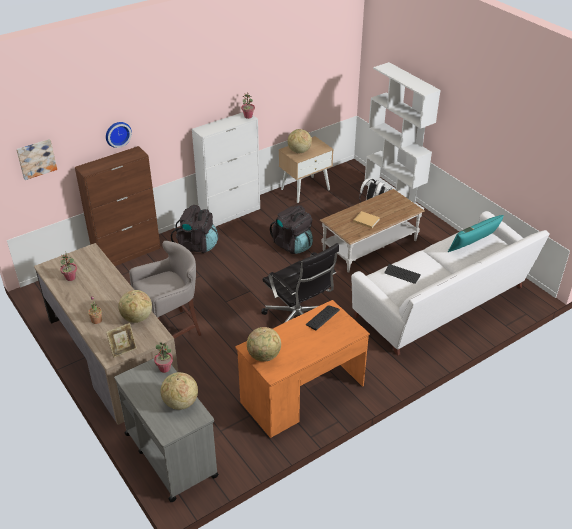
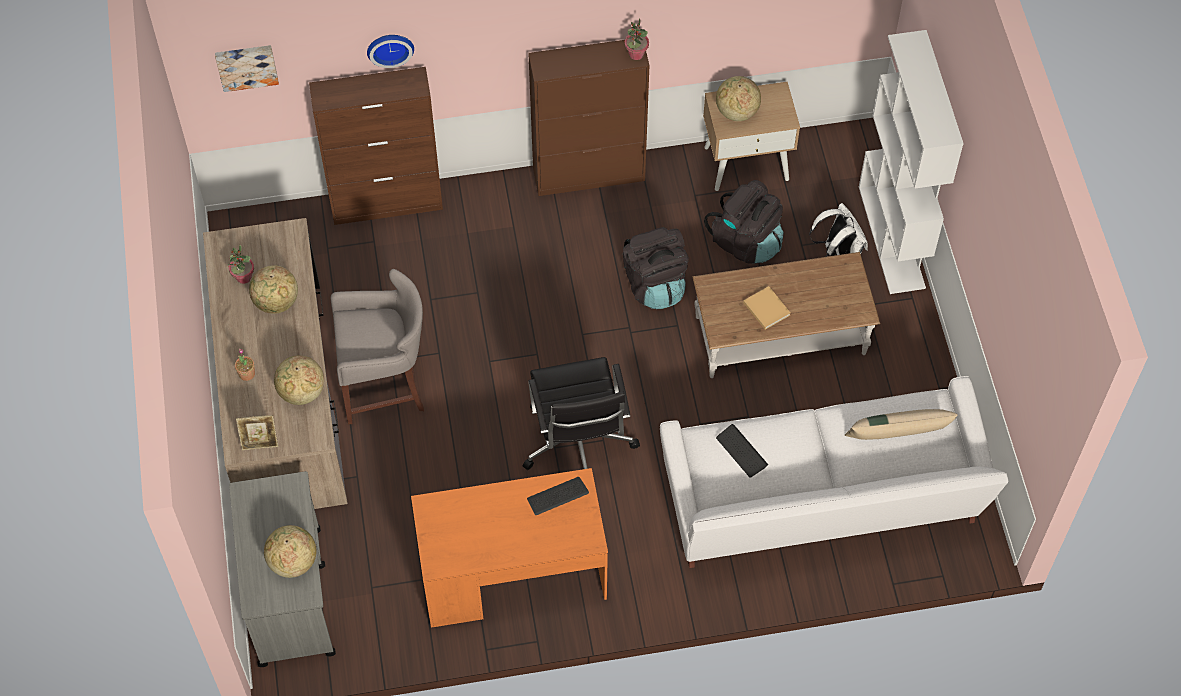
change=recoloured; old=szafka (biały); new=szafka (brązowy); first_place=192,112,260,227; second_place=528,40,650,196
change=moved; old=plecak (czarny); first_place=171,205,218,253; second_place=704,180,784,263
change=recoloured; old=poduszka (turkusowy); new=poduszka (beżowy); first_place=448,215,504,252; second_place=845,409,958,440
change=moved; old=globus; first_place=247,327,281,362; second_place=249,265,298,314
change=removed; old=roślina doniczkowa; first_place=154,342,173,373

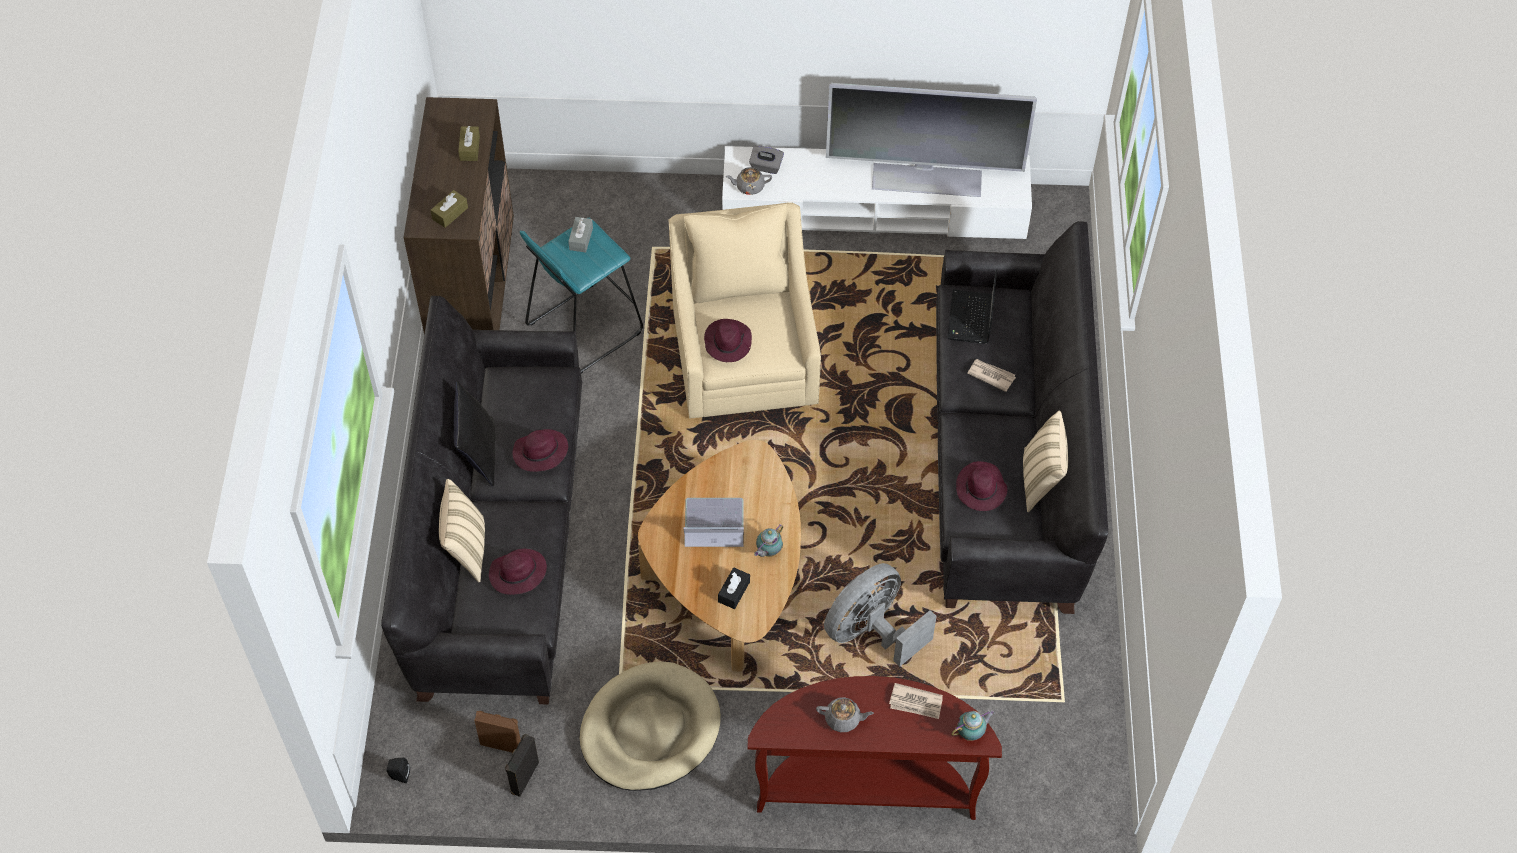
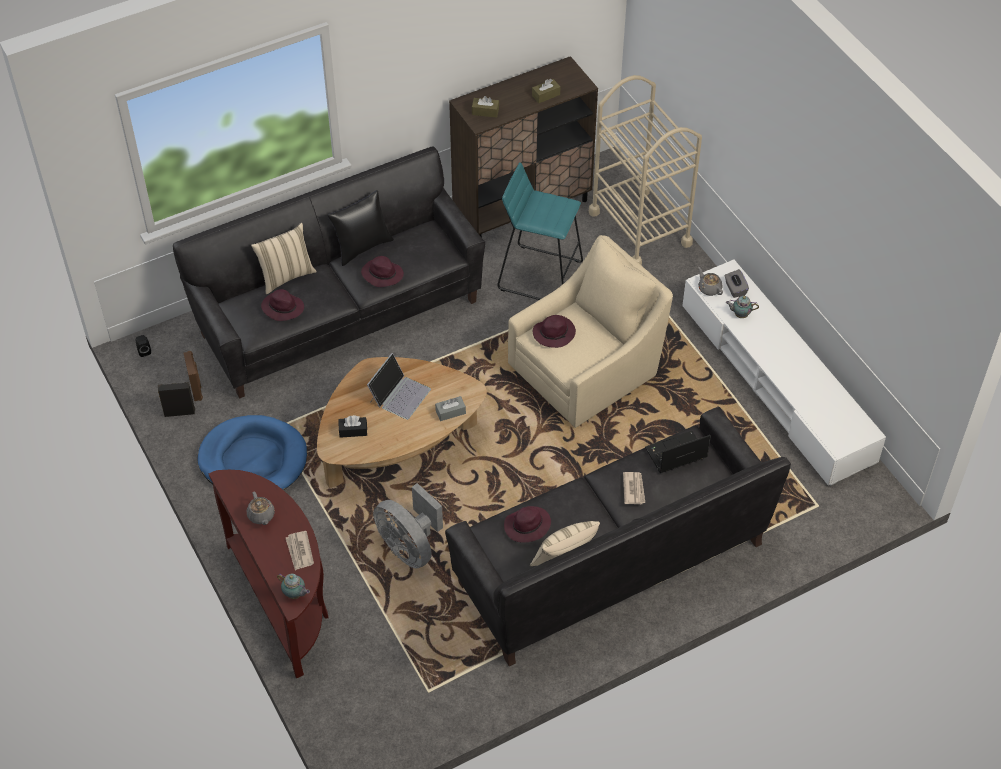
change=removed; old=telewizor; first_place=826,83,1037,197
change=moved; old=pudełko chusteczek (szary); first_place=568,217,593,252; second_place=435,396,466,421
change=turned; old=laptop; first_place=683,498,744,547; second_place=367,353,431,420; degrees=60
change=moved; old=imbryk; first_place=754,525,783,557; second_place=726,296,759,318
change=turned; old=wentylator (szary); first_place=824,563,937,667; second_place=373,483,443,569; degrees=-150
change=recoloured; old=legowisko (beżowy); new=legowisko (niebieski); first_place=580,661,721,791; second_place=197,415,307,490
change=added; new=wózek (beżowy); second_place=589,75,702,266

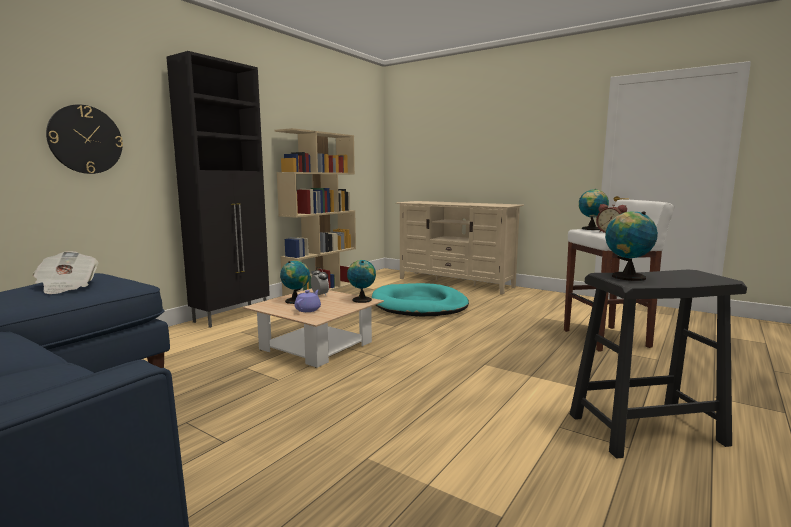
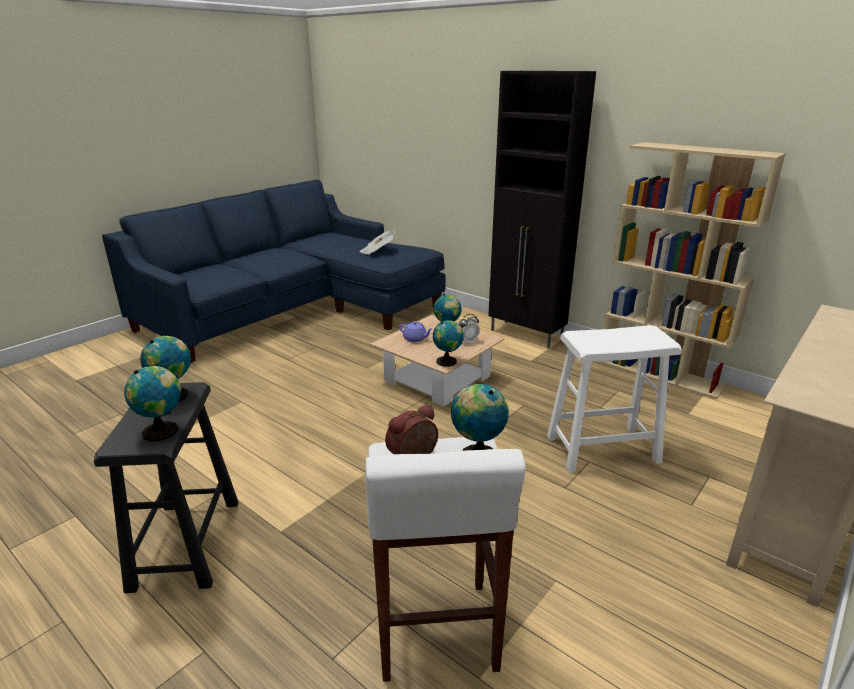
change=removed; old=zegar ścienny; first_place=46,104,123,174
change=replaced; old=legowisko (turkusowy); new=stołek (biały); first_place=372,283,469,316; second_place=547,325,682,473
change=added; new=globus; second_place=124,366,181,442

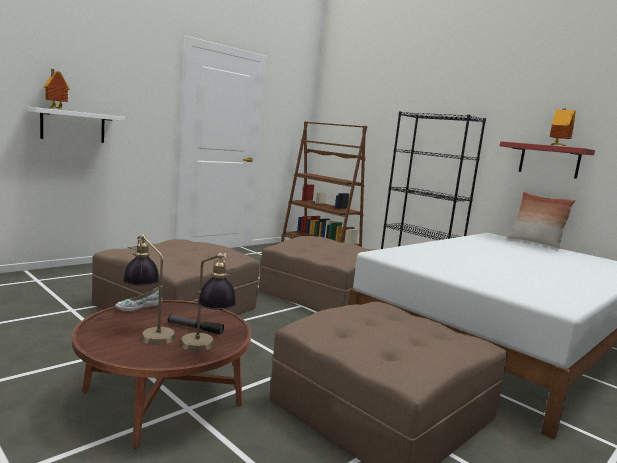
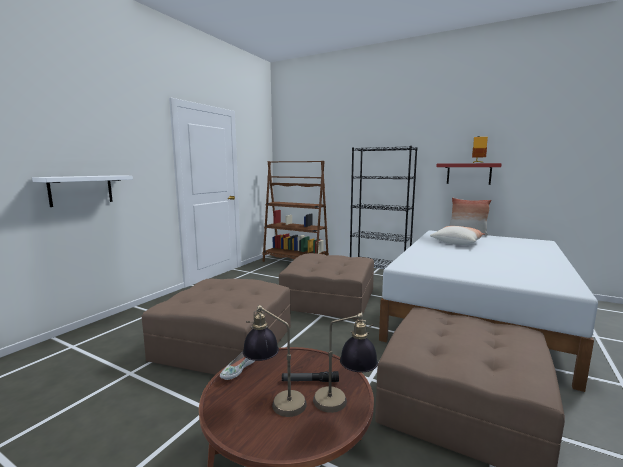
change=removed; old=domek; first_place=44,69,69,110
change=added; new=poduszka; second_place=430,226,485,245

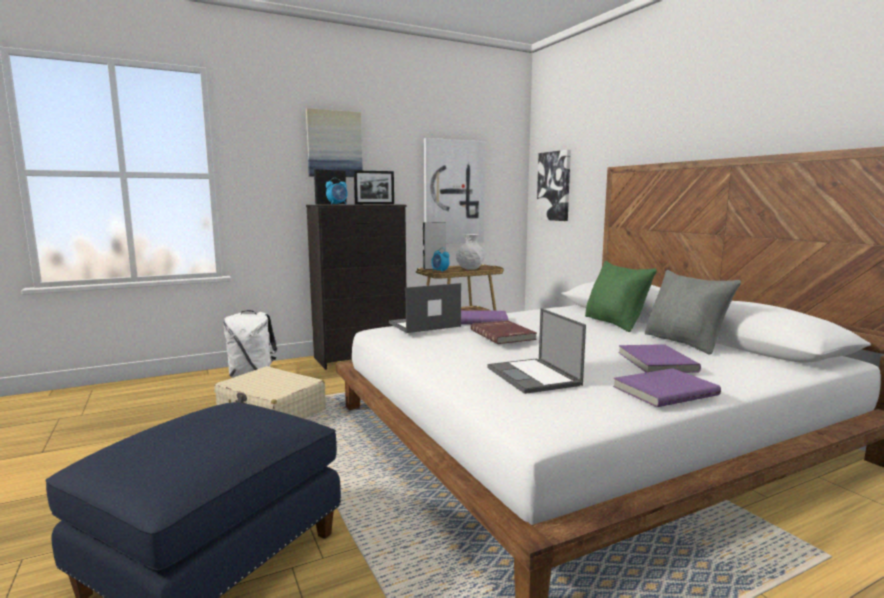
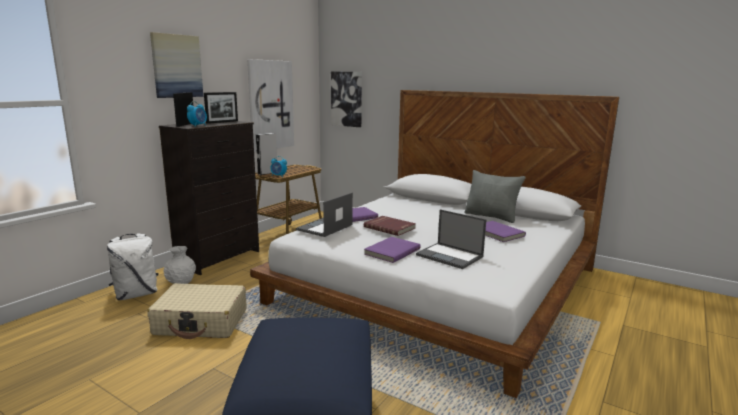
change=moved; old=wazon (biały); first_place=456,234,484,270; second_place=164,246,196,284
change=removed; old=poduszka (zielony); first_place=585,261,657,332
change=moved; old=książka (fioletowy); first_place=613,368,721,407; second_place=364,237,421,263

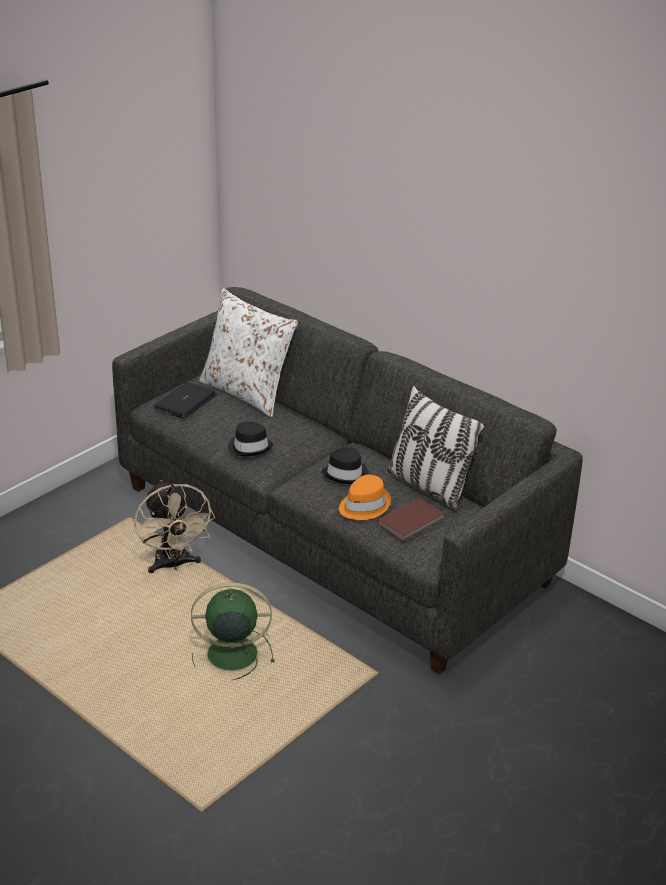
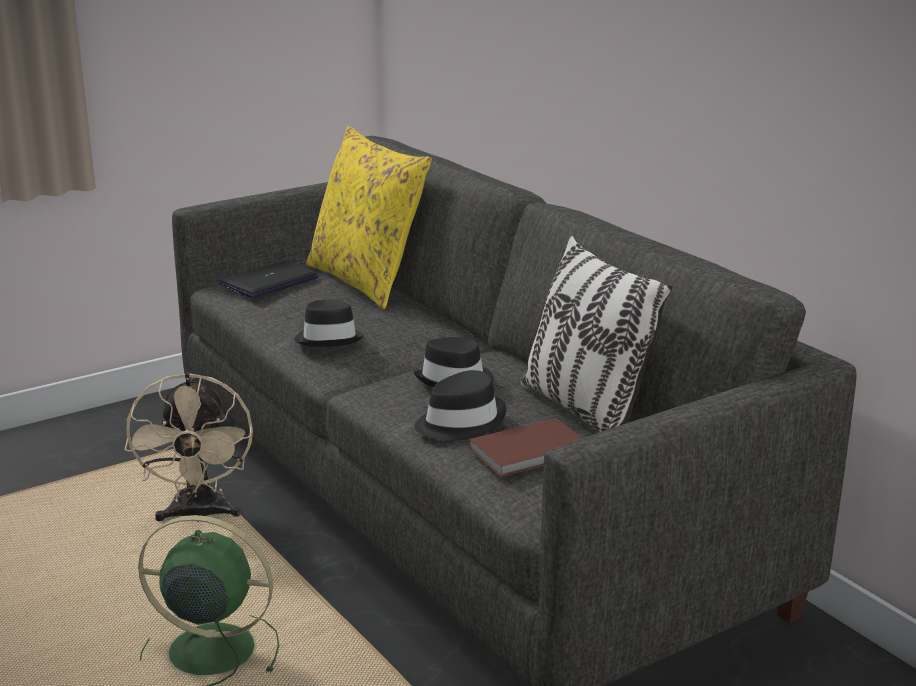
change=recoloured; old=poduszka (biały); new=poduszka (żółty); first_place=199,289,298,418; second_place=306,126,432,309
change=recoloured; old=kapelusz (pomarańczowy); new=kapelusz (czarny); first_place=339,475,391,520; second_place=414,370,506,441

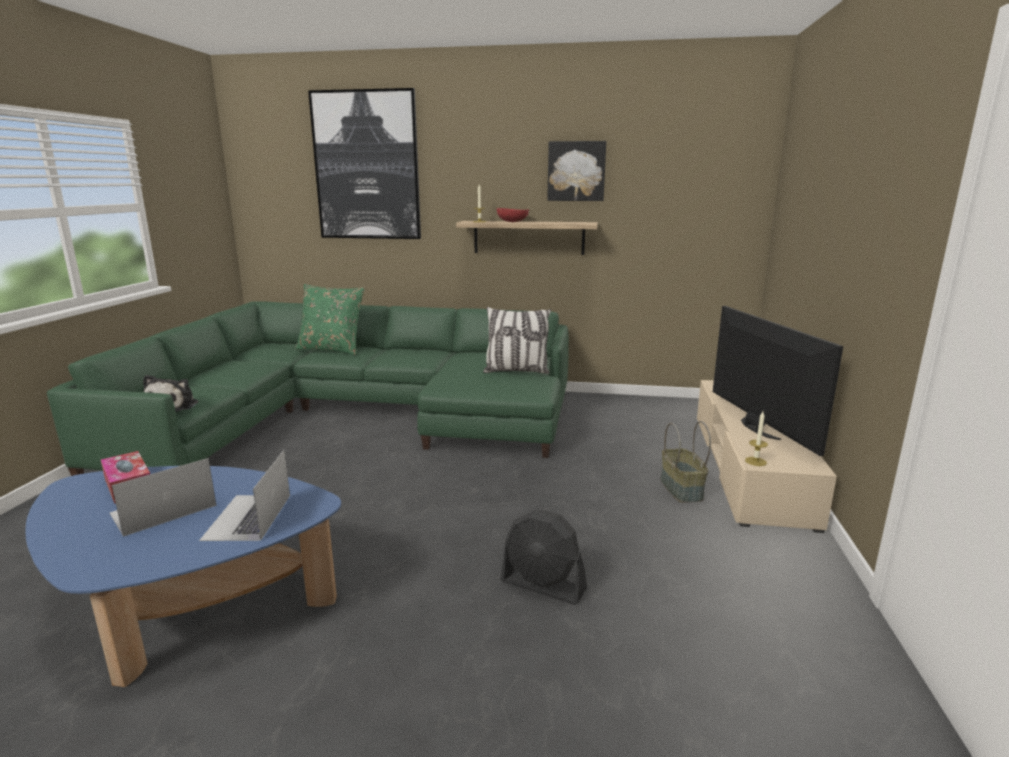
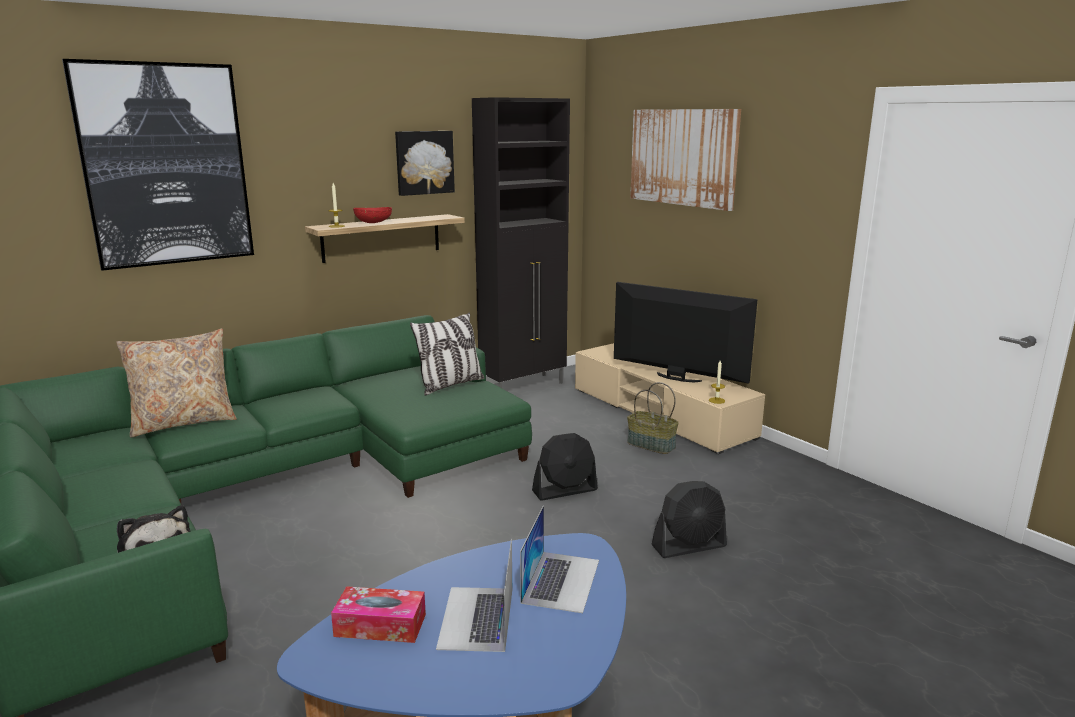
change=recoloured; old=poduszka (zielony); new=poduszka (beżowy); first_place=295,284,365,355; second_place=116,329,237,437
change=turned; old=laptop; first_place=199,450,290,541; second_place=520,505,599,613; degrees=-120
change=added; new=szafka (czarny); second_place=472,97,570,388
change=added; new=obraz; second_place=630,109,741,211
change=added; new=wentylator (czarny); second_place=532,433,598,501

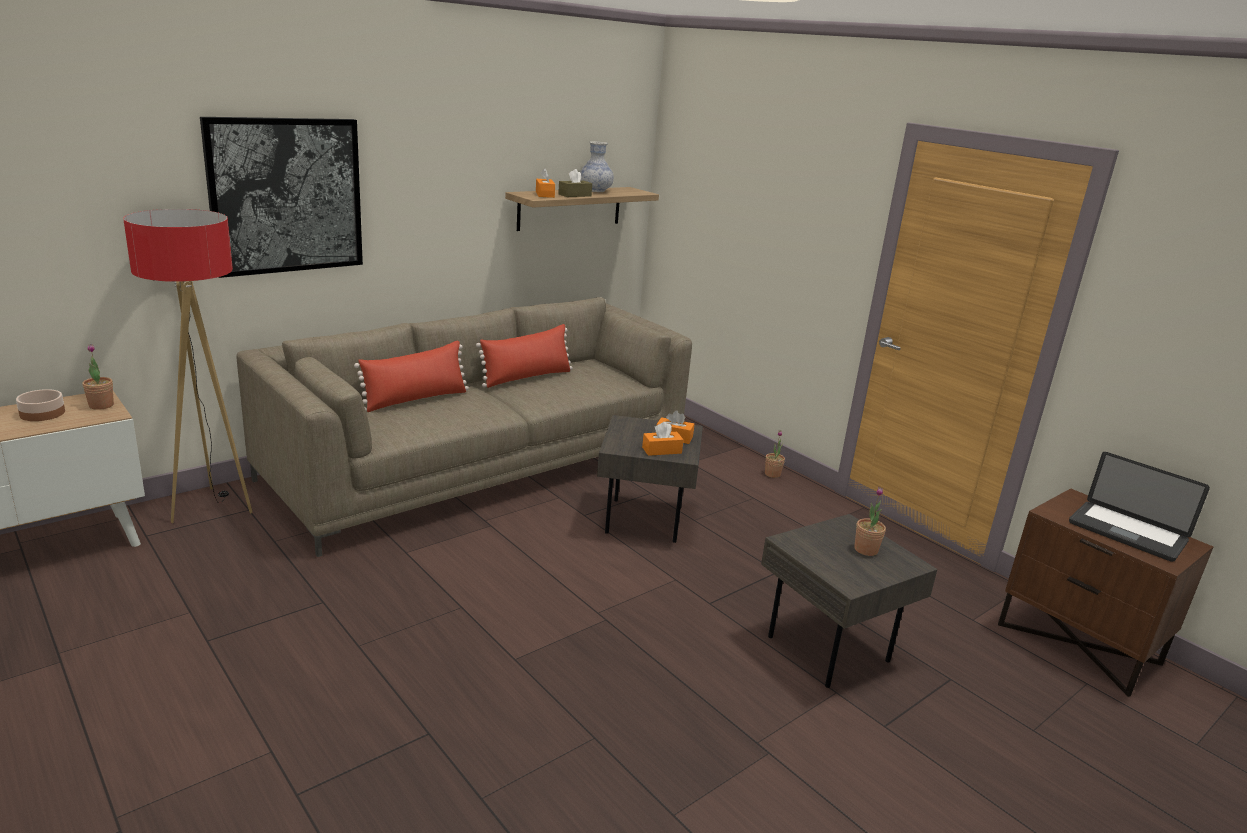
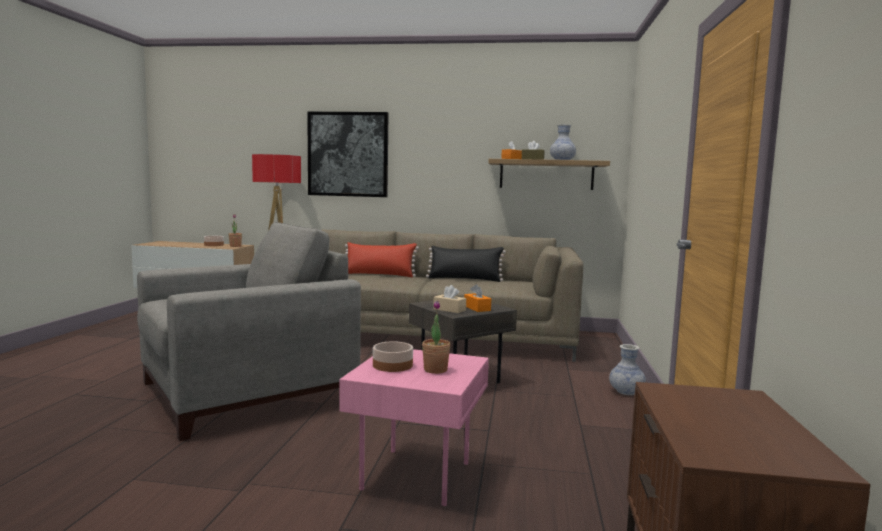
change=recoloured; old=poduszka (czerwony); new=poduszka (czarny); first_place=476,324,573,388; second_place=426,246,506,282
change=recoloured; old=pudełko chusteczek (pomarańczowy); new=pudełko chusteczek (beżowy); first_place=642,422,684,456; second_place=433,285,466,313
change=replaced; old=roślina doniczkowa; new=wazon; first_place=765,430,785,478; second_place=609,344,646,395
change=removed; old=laptop; first_place=1069,452,1210,562
change=recoloured; old=stolik (szary); new=stolik (różowy); first_place=761,514,937,688; second_place=340,349,489,506
change=added; new=fotel (szary); second_place=137,222,361,441
change=added; new=miska; second_place=373,341,413,372

